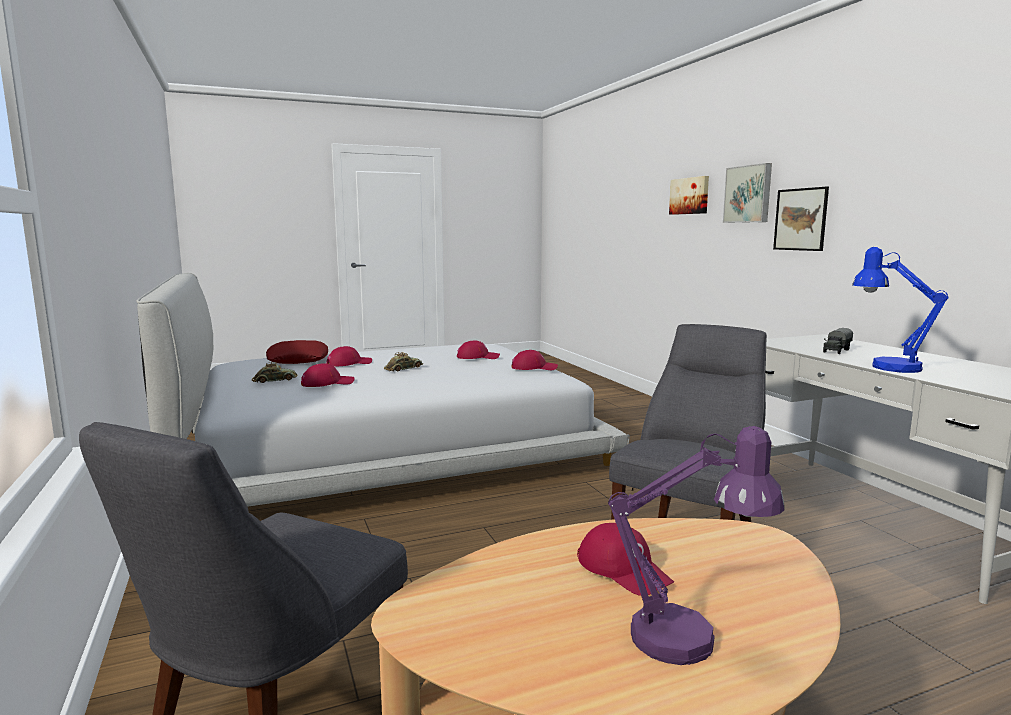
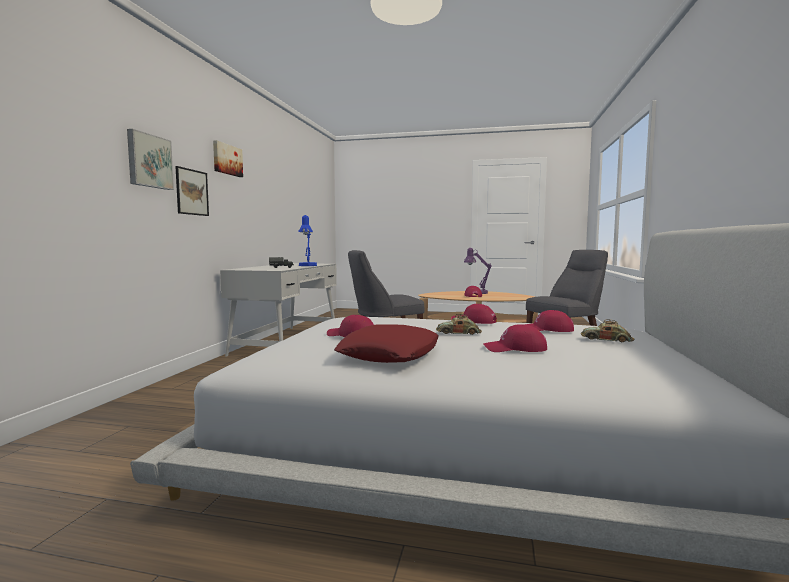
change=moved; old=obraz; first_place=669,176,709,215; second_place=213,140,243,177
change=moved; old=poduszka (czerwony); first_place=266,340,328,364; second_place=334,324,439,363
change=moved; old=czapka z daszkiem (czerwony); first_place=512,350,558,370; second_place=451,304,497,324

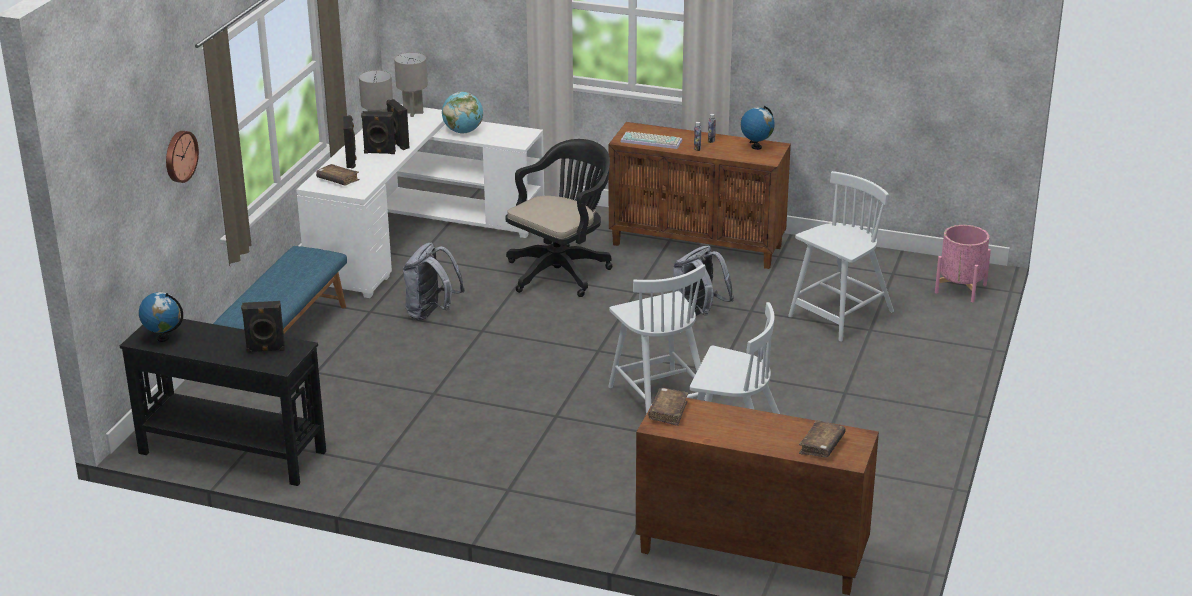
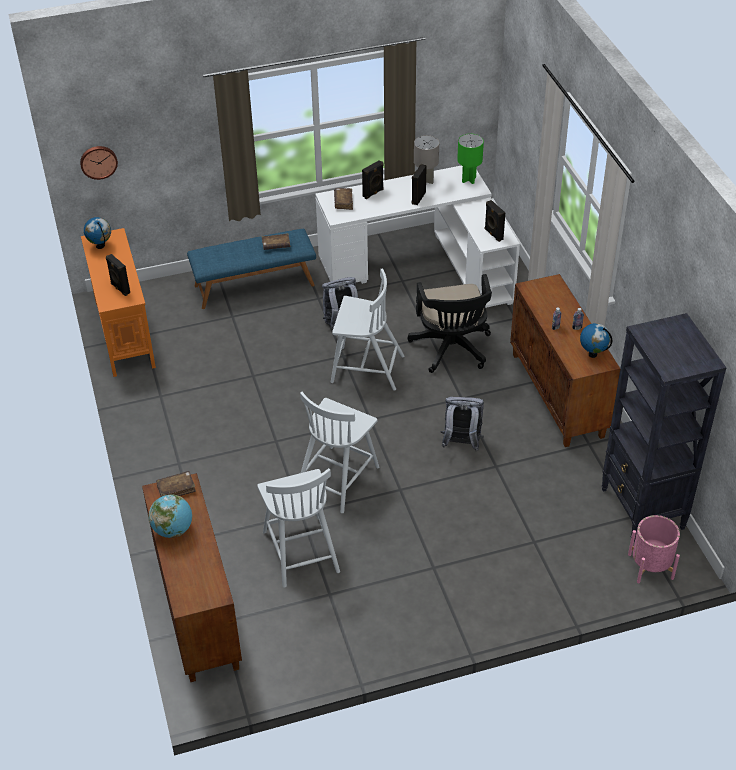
change=recoloured; old=lampa stołowa (szary); new=lampa stołowa (zielony); first_place=394,52,428,117; second_place=457,134,484,184
change=moved; old=globus; first_place=442,92,483,134; second_place=148,494,192,538
change=moved; old=głośnik (czarny); first_place=361,111,396,154; second_place=485,200,505,242
change=moved; old=zegar ścienny; first_place=166,131,199,183; second_place=80,146,118,180
change=removed; old=klawiatura; first_place=621,131,682,149
change=turned; old=krzesło biurowe (czarny); first_place=505,139,613,297; second_place=408,274,492,373; degrees=75
change=moved; old=krzesło (biały); first_place=788,171,894,342; second_place=331,269,405,390
change=recoloured; old=stolik konsolowy (czarny); new=stolik konsolowy (pomarańczowy); first_place=120,318,326,486; second_place=81,228,156,377
change=moved; old=książka (brązowy); first_place=799,420,846,458; second_place=262,233,290,250
change=added; new=regał (czarny); second_place=602,313,726,542

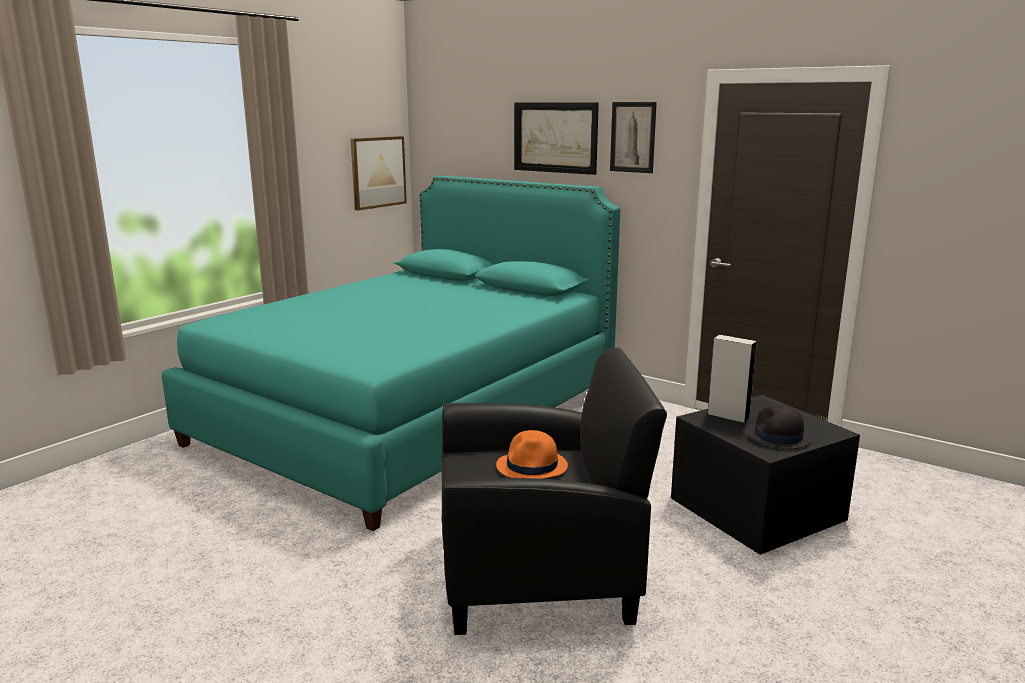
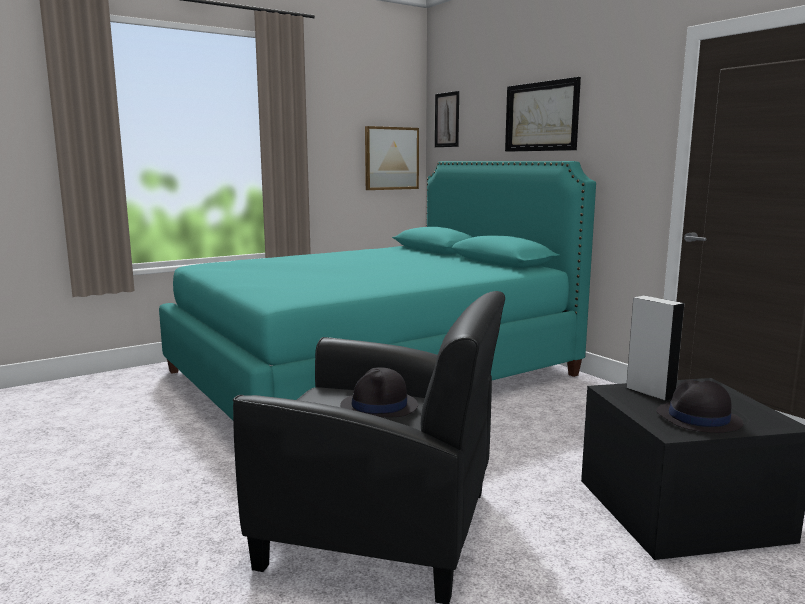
change=moved; old=obraz; first_place=610,102,657,173; second_place=435,91,459,147
change=recoloured; old=kapelusz (pomarańczowy); new=kapelusz (czarny); first_place=496,430,568,479; second_place=340,367,418,417

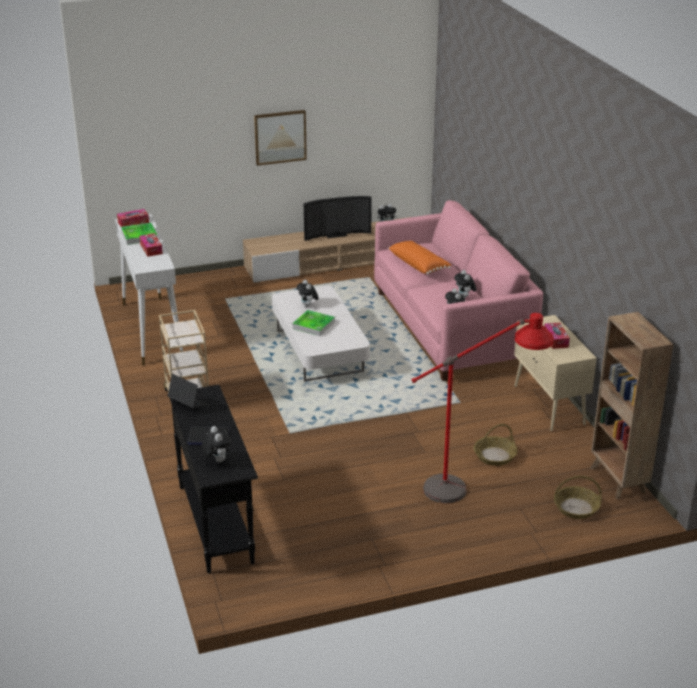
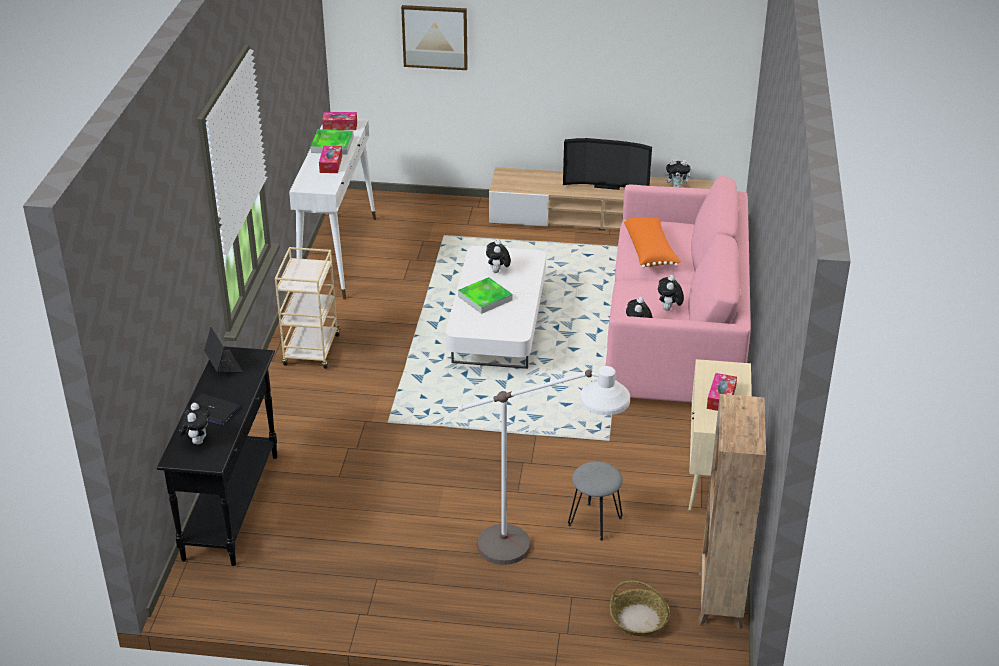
change=moved; old=obraz; first_place=254,110,307,166; second_place=401,5,468,70
change=recoloured; old=lampa stojąca (czerwony); new=lampa stojąca (biały); first_place=411,313,554,503; second_place=458,366,630,565
change=replaced; old=koszyk; new=stołek (szary); first_place=474,424,518,466; second_place=568,462,623,541

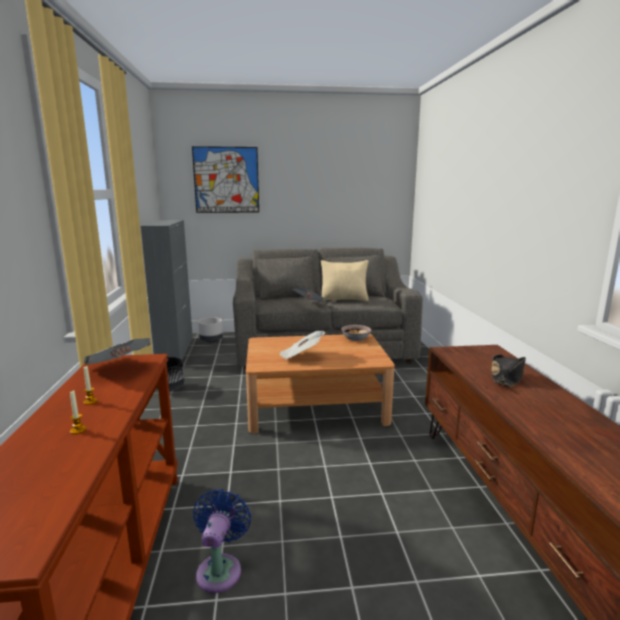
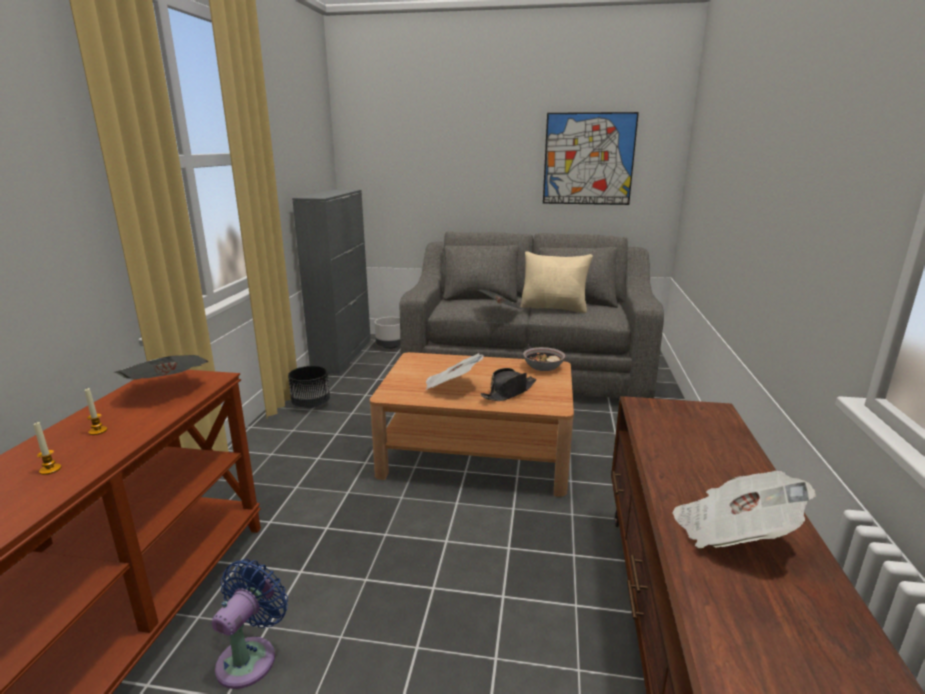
change=moved; old=obraz; first_place=192,146,259,213; second_place=543,112,639,205
change=moved; old=kapelusz (czarny); first_place=491,354,526,387; second_place=480,368,536,401
change=added; new=gazeta; second_place=672,471,816,548

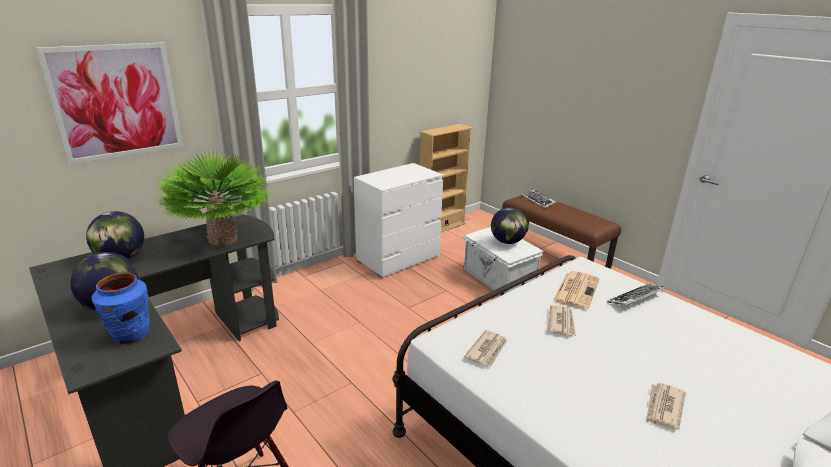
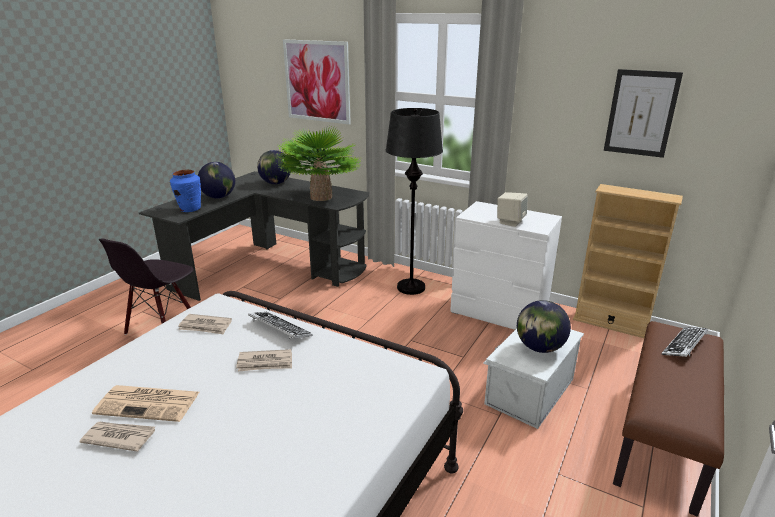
change=moved; old=gazeta; first_place=553,271,600,310; second_place=92,385,199,422
change=moved; old=klawiatura; first_place=607,284,666,306; second_place=248,312,313,339
change=added; new=obraz; second_place=604,69,683,158
change=added; new=lampa stojąca (czarny); second_place=386,108,443,295
change=added; new=głośnik (beżowy); second_place=497,192,528,227

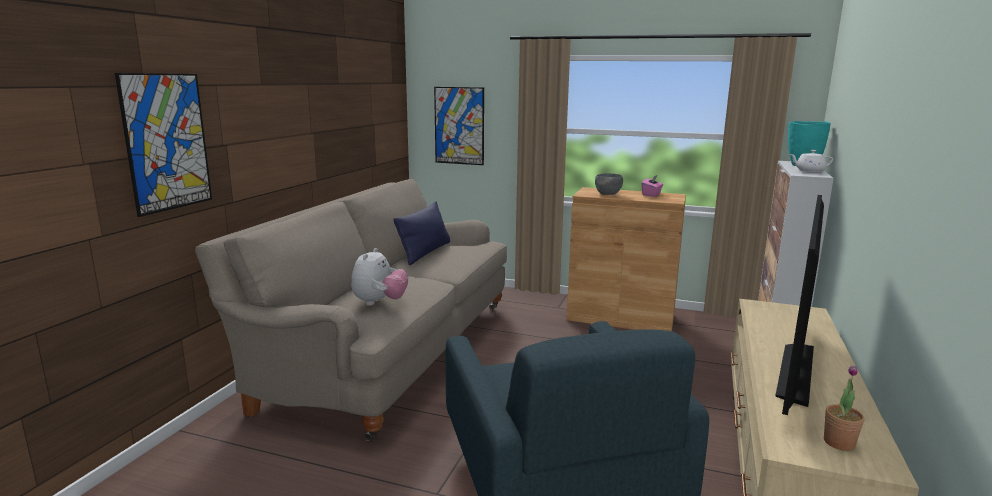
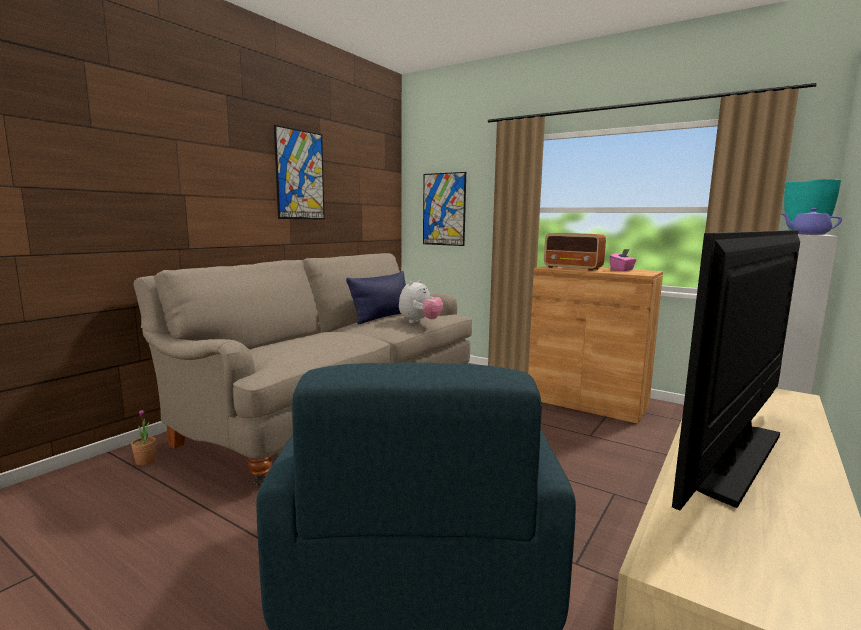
change=moved; old=obraz; first_place=115,73,212,217; second_place=274,125,325,220
change=recoloured; old=imbryk (biały); new=imbryk (fioletowy); first_place=790,150,833,172; second_place=782,208,842,235
change=replaced; old=miska (szary); new=radio; first_place=595,173,623,195; second_place=544,233,606,271
change=moved; old=pluszak; first_place=351,248,408,306; second_place=399,280,443,323
change=moved; old=roślina doniczkowa; first_place=824,365,864,451; second_place=131,410,156,465

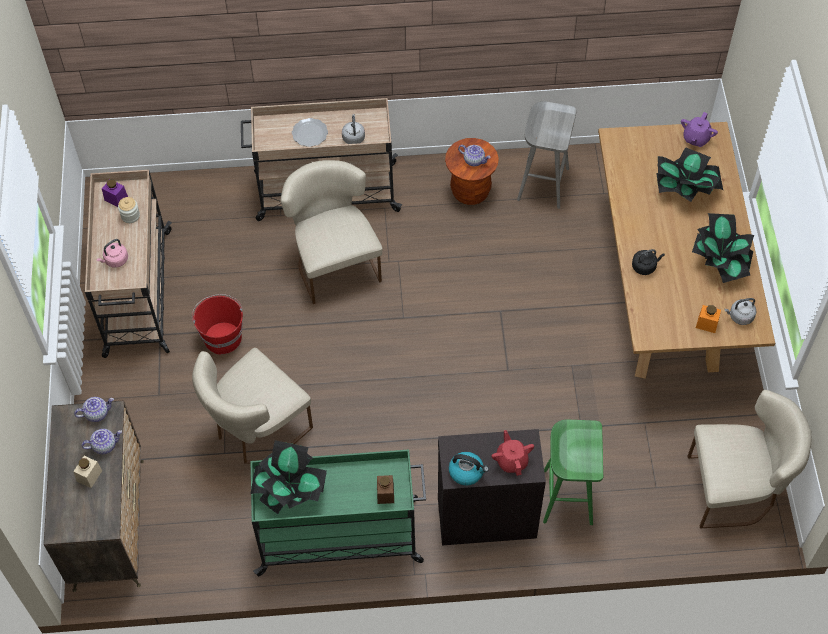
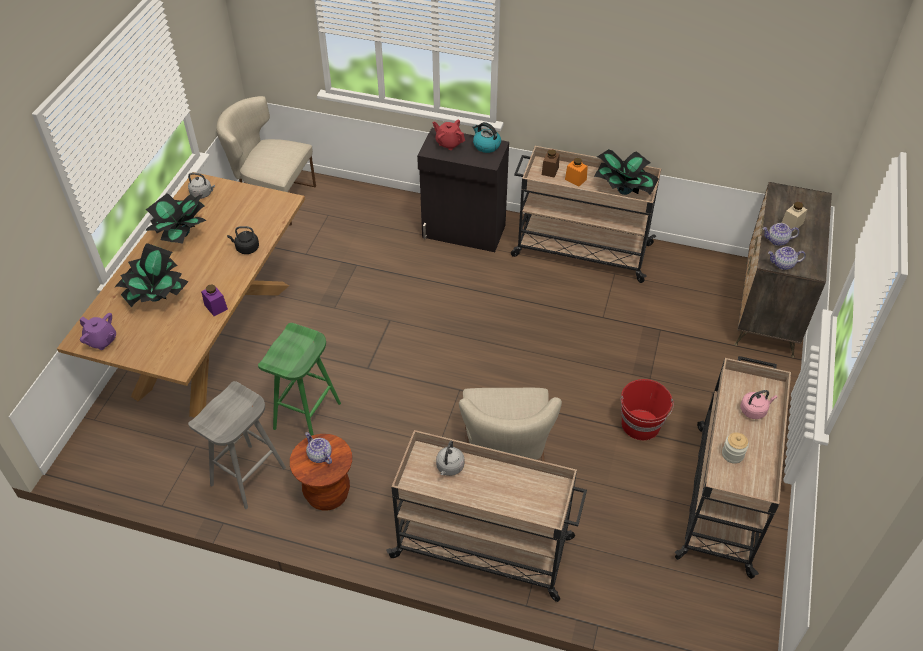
change=turned; old=imbryk (fioletowy); first_place=681,112,718,147; second_place=80,313,116,350; degrees=75
change=removed; old=talerz; first_place=292,118,328,147
change=moved; old=słoik (fioletowy); first_place=102,179,128,207; second_place=201,285,228,316
change=moved; old=słoik (pomarańczowy); first_place=696,305,721,333; second_place=565,158,588,186
change=removed; old=krzesło (beżowy); first_place=192,348,313,464
change=moved; old=stołek (zielony); first_place=543,420,603,525; second_place=258,323,341,436
change=turned; old=imbryk (czerwony); first_place=492,430,534,476; second_place=433,119,465,150; degrees=120
change=recoloured; old=wózek (zielony); new=wózek (beżowy); first_place=250,450,426,576; second_place=511,146,661,283

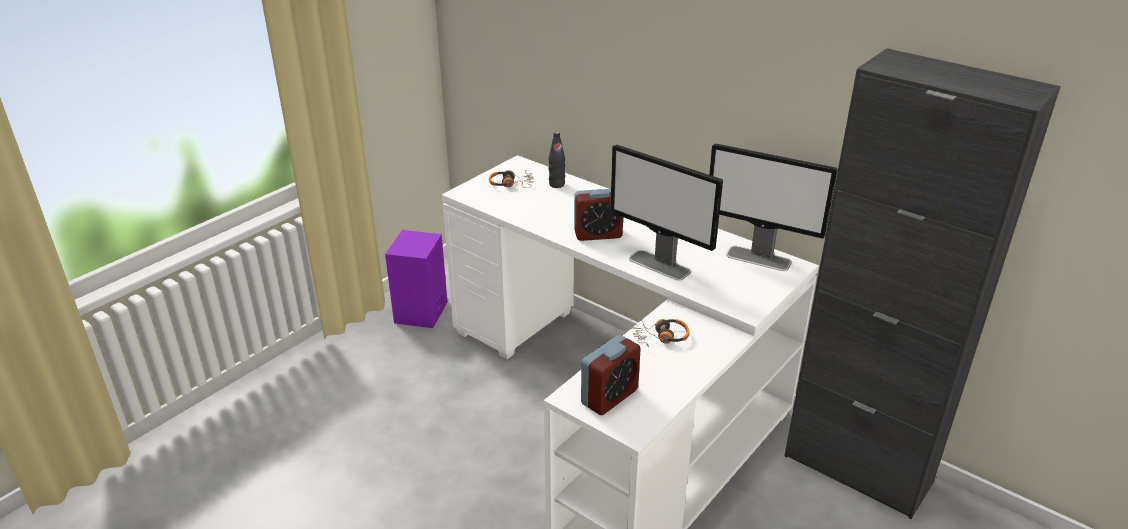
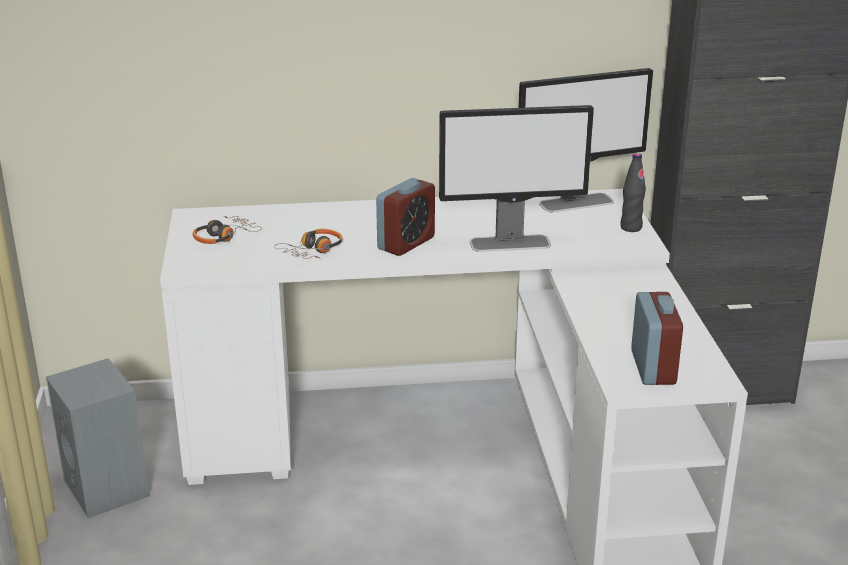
change=moved; old=butelka (czarny); first_place=549,132,565,188; second_place=620,153,646,232
change=recoloured; old=głośnik (fioletowy); new=głośnik (szary); first_place=385,230,448,328; second_place=46,358,149,518
change=moved; old=słuchawki; first_place=630,318,689,348; second_place=274,229,343,259

